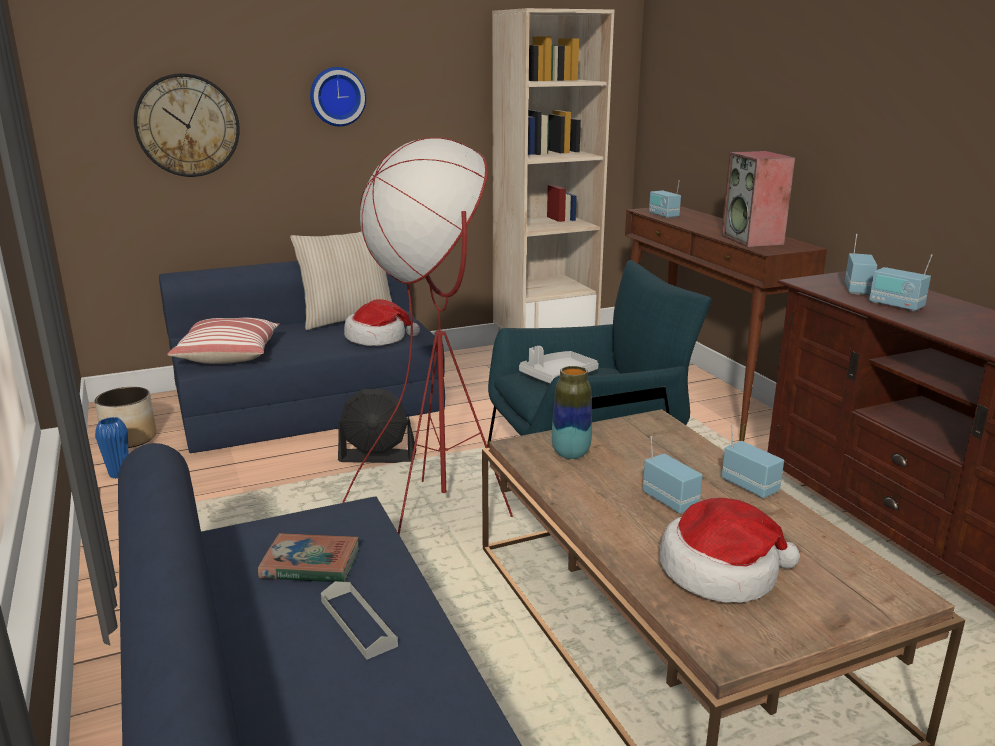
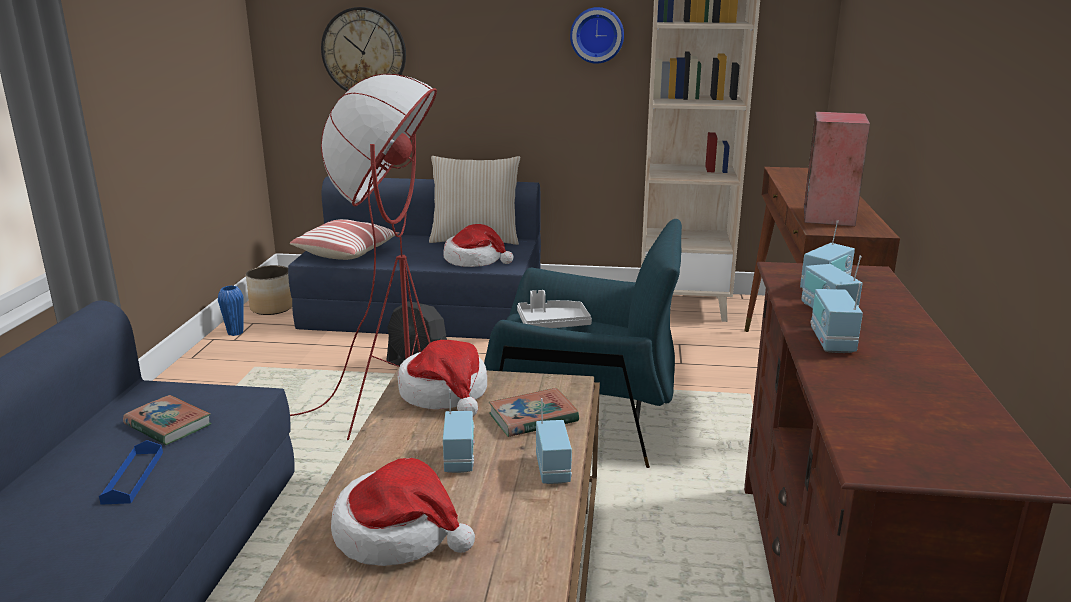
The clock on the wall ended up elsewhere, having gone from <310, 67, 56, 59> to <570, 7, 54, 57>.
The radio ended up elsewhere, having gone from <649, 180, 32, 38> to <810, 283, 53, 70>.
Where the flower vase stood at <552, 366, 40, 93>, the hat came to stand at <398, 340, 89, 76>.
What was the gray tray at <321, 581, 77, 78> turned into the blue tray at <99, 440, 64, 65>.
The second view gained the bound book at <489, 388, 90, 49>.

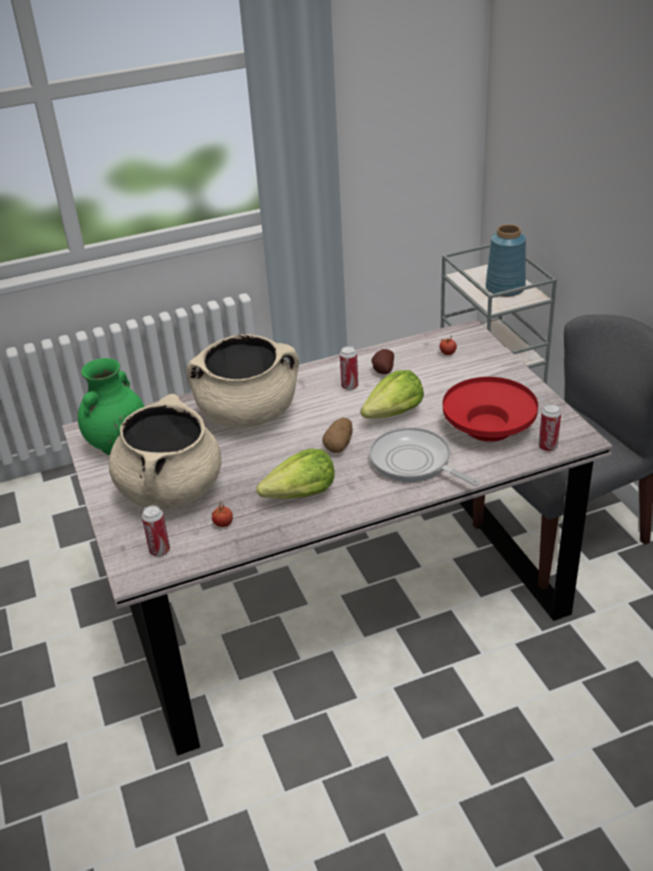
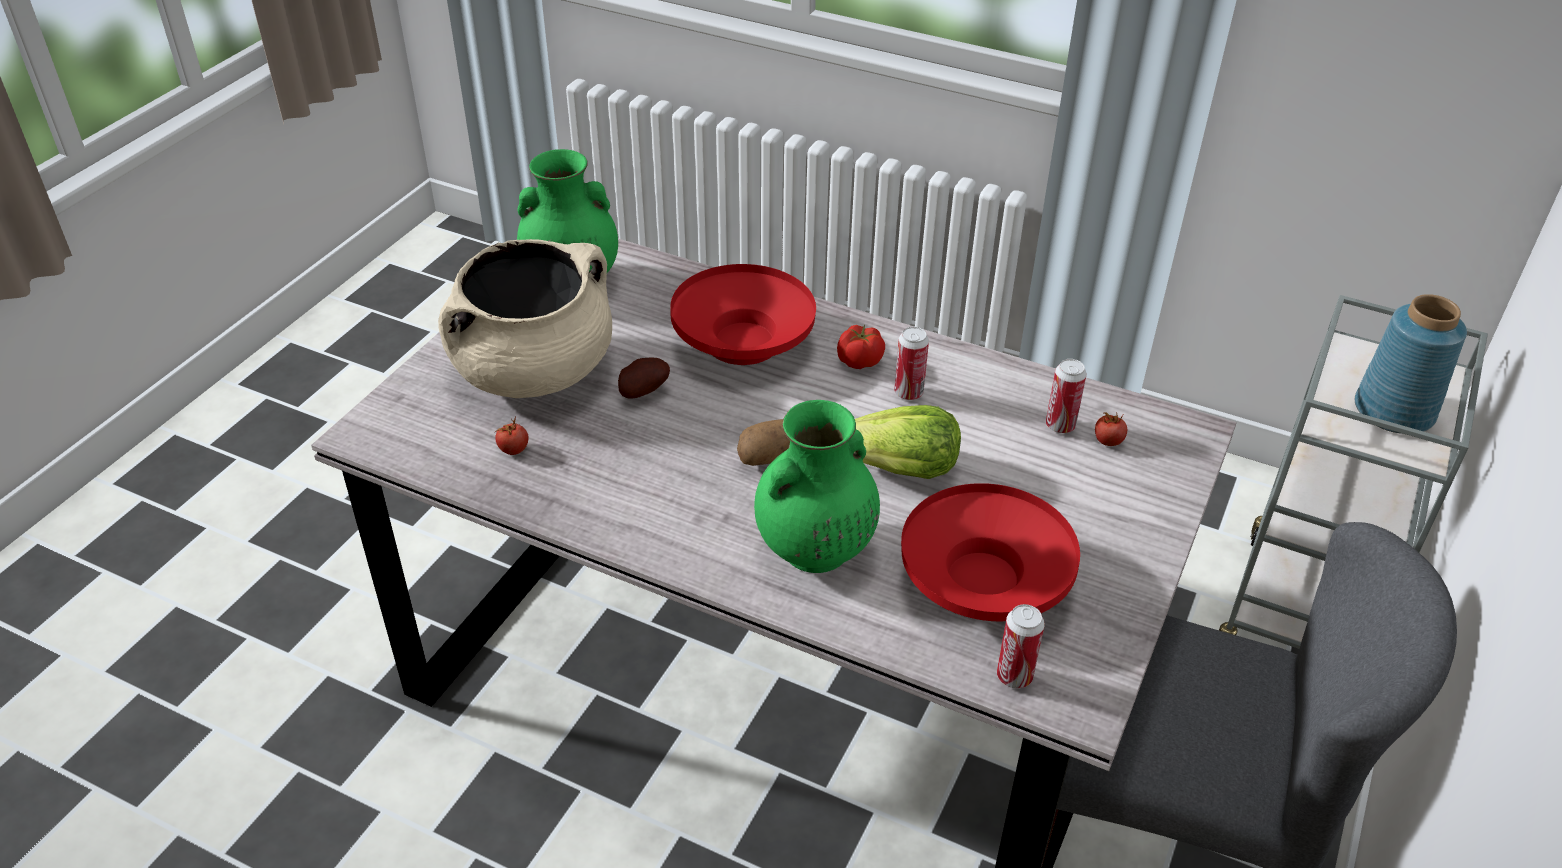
Where the beige stockpot stood at <187, 334, 112, 94>, the red-coloured deep dish came to stand at <670, 264, 146, 101>.
The spud ended up elsewhere, having gone from <372, 349, 22, 25> to <618, 358, 52, 41>.
Where the frying pan stood at <369, 427, 111, 59>, the greenish flower vase came to stand at <754, 400, 126, 173>.
The second view lost the lettuce at <256, 449, 79, 50>.
The can ended up elsewhere, having gone from <142, 505, 28, 51> to <1046, 359, 41, 74>.
The second view gained the whole tomato at <837, 325, 48, 44>.

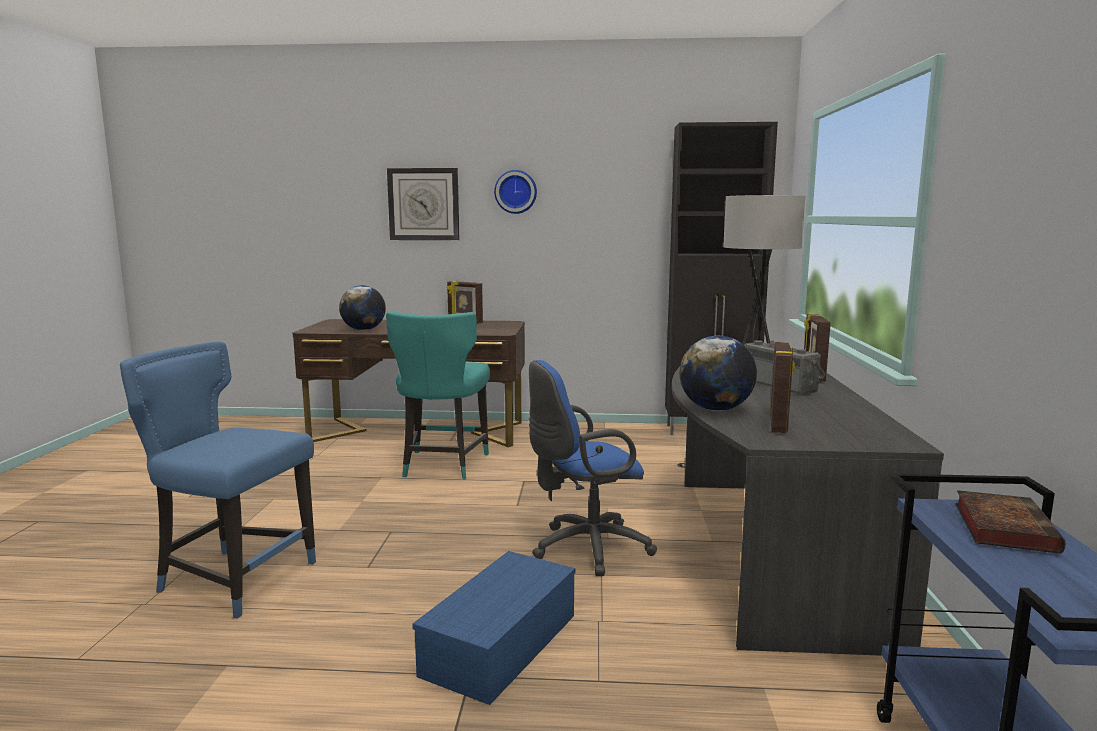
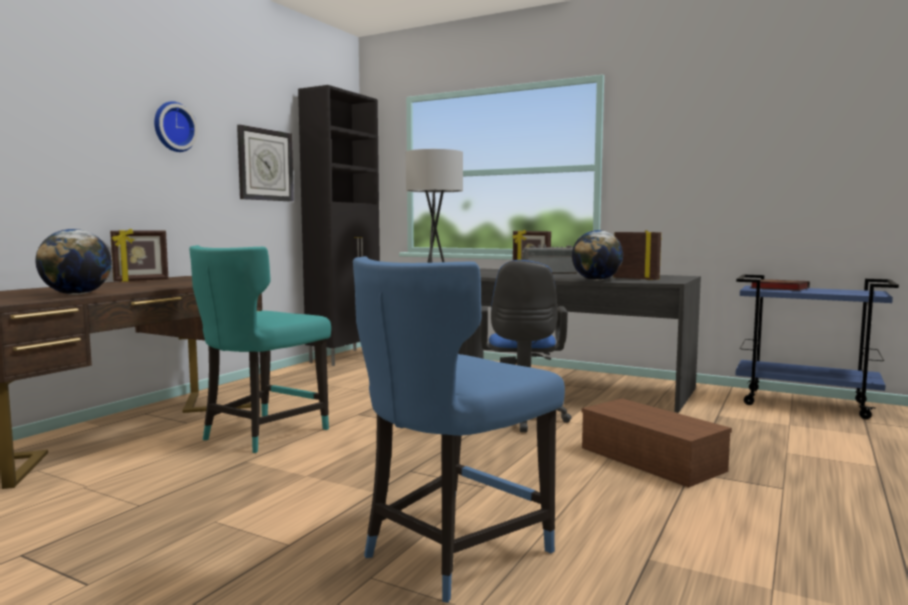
The clock on the wall ended up elsewhere, having gone from <387, 168, 72, 72> to <237, 125, 57, 76>.
The turquoise upright chair at <386, 311, 104, 169> ended up facing another way, 90 degrees clockwise from before.
What was the blue storage bin at <412, 551, 163, 154> turned into the brownish storage bin at <582, 399, 150, 88>.

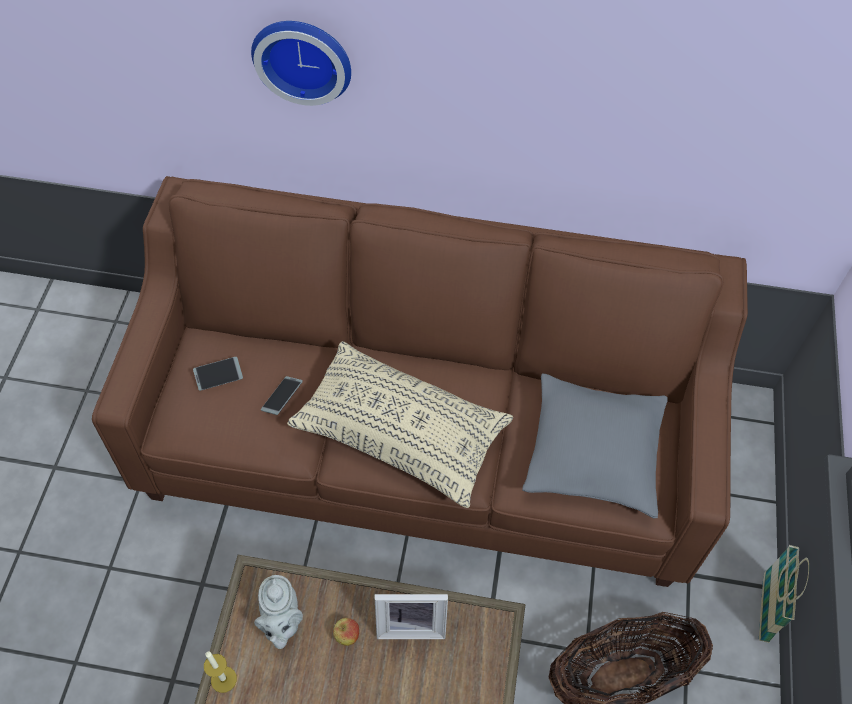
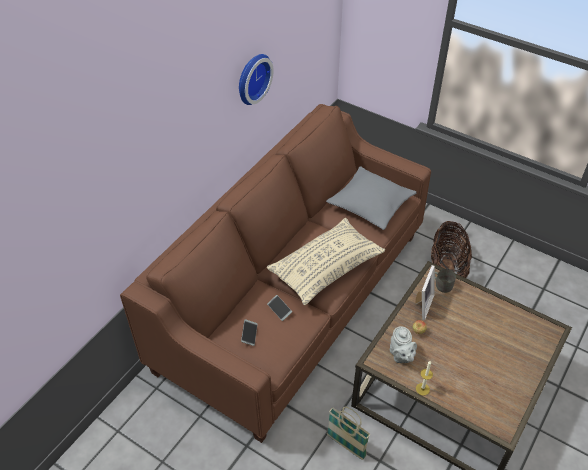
The clock on the wall ended up elsewhere, having gone from <251, 21, 100, 85> to <239, 54, 35, 51>.
The household basket ended up elsewhere, having gone from <759, 545, 50, 98> to <327, 406, 43, 54>.
The gray teapot at <254, 575, 49, 74> ended up facing another way, 60 degrees clockwise from before.
The second view gained the gray coffee mug at <435, 269, 21, 24>.

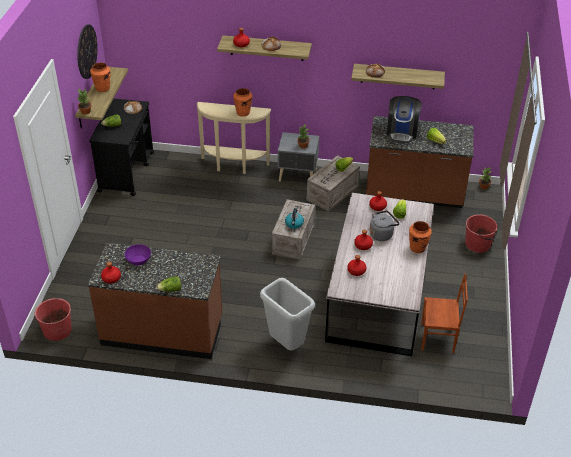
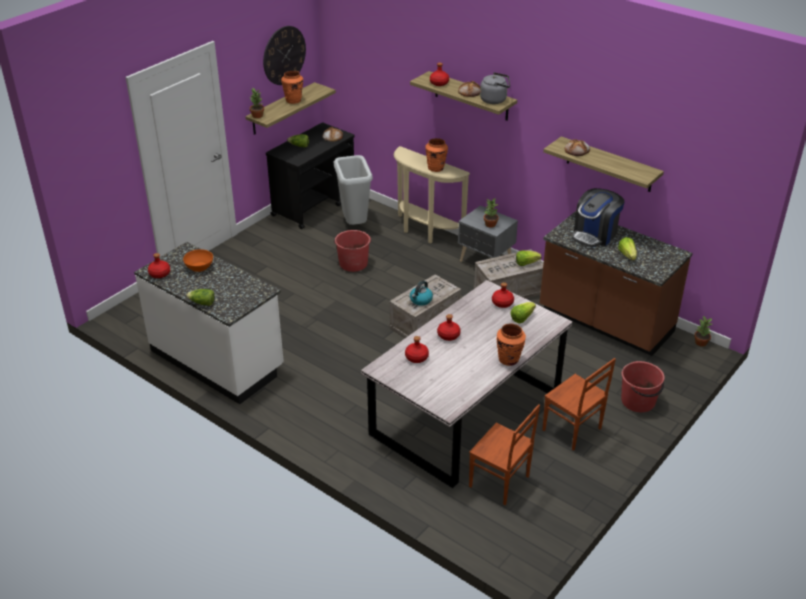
The gray tea kettle ended up elsewhere, having gone from <369, 211, 30, 30> to <480, 72, 30, 32>.
What was the brownish kitchen base unit at <88, 243, 134, 116> turned into the white-coloured kitchen base unit at <134, 242, 150, 162>.
What was the purple-coloured deep dish at <125, 244, 26, 22> turned into the orange-coloured deep dish at <183, 249, 30, 23>.
The gray rubbish bin ended up elsewhere, having gone from <260, 278, 55, 73> to <334, 155, 39, 70>.
The red-coloured pail ended up elsewhere, having gone from <34, 298, 38, 43> to <334, 230, 38, 42>.
The second view gained the brownish upright chair at <542, 358, 74, 93>.

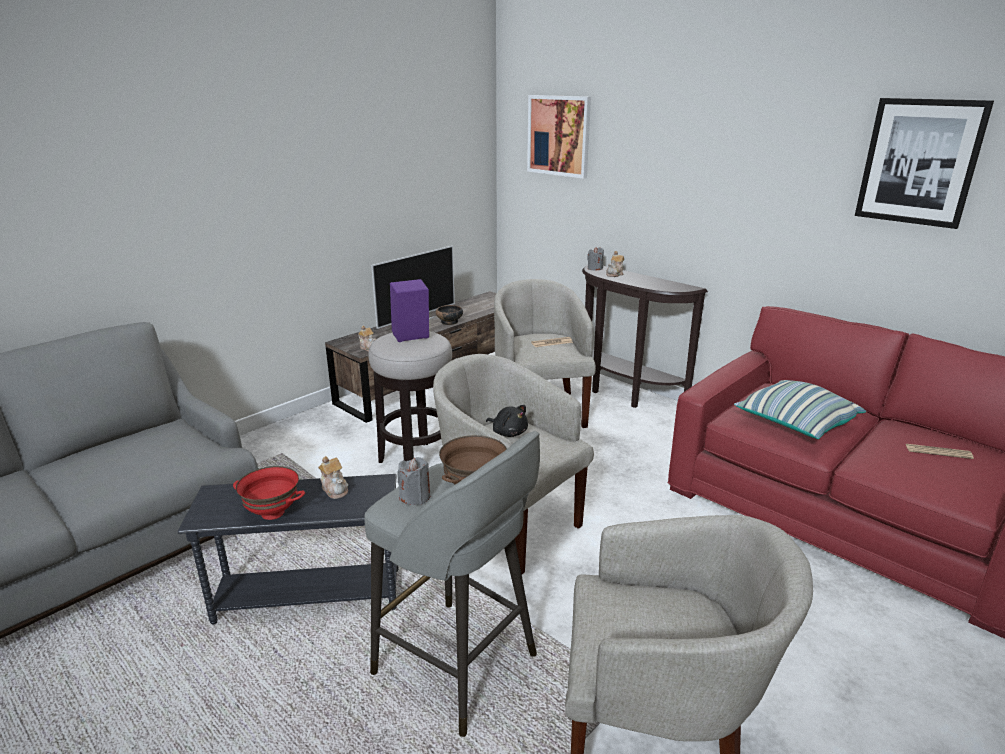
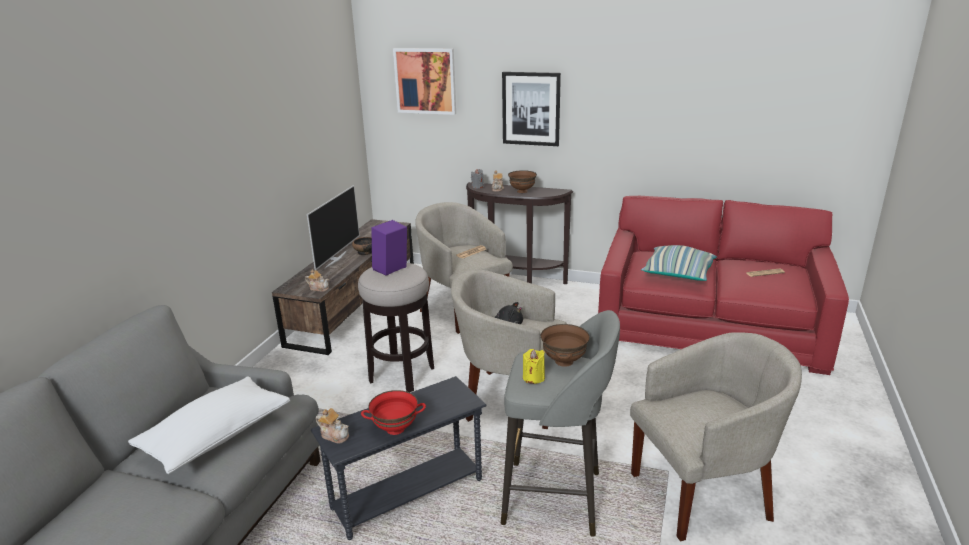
The wall picture ended up elsewhere, having gone from <855, 98, 139, 131> to <502, 72, 59, 74>.
The teapot ended up elsewhere, having gone from <318, 456, 30, 43> to <316, 408, 33, 35>.
What was the gray wax candle at <397, 457, 33, 48> turned into the yellow-coloured wax candle at <523, 349, 22, 35>.
The second view gained the brownish deep dish at <508, 170, 29, 23>.
The second view gained the white-coloured pillow at <128, 377, 162, 97>.

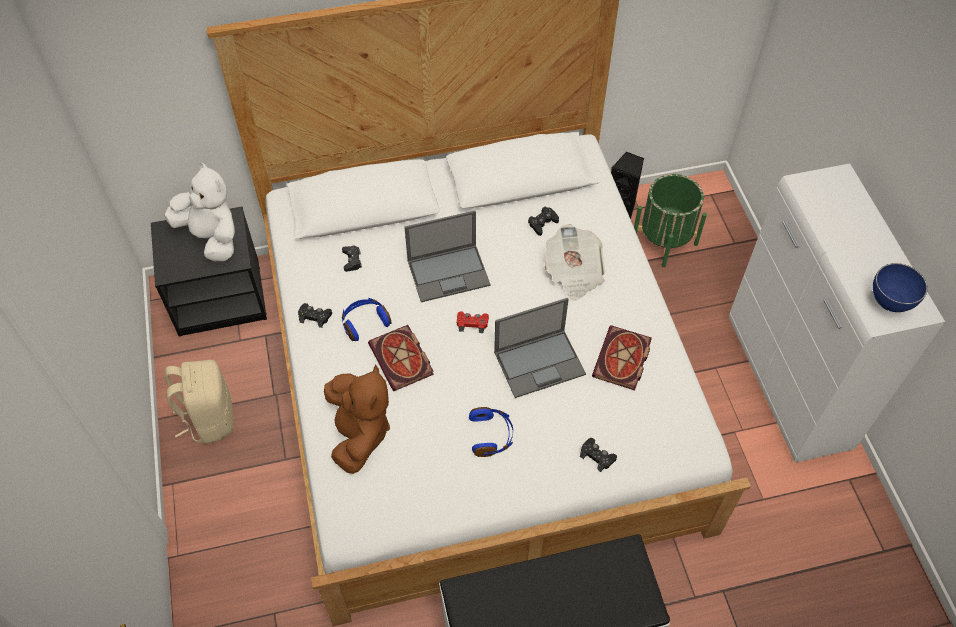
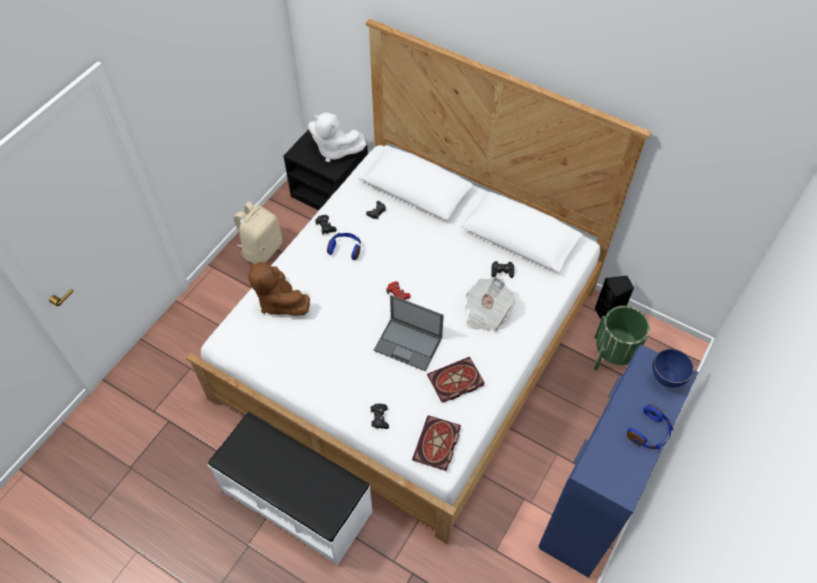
The white-coloured plush toy at <164, 162, 71, 99> ended up facing another way, 120 degrees clockwise from before.
What was the white-coloured cabinet at <729, 164, 216, 299> turned into the blue cabinet at <539, 345, 160, 233>.
The second view lost the portable computer at <404, 211, 87, 91>.
The blue deep dish ended up elsewhere, having gone from <873, 263, 55, 49> to <652, 349, 42, 39>.
The bound book ended up elsewhere, having gone from <368, 325, 66, 66> to <412, 415, 49, 56>.
The brownish plush toy at <324, 364, 66, 110> ended up facing another way, 105 degrees clockwise from before.
The blue pair of headphones ended up elsewhere, having gone from <469, 407, 44, 50> to <627, 405, 46, 44>.

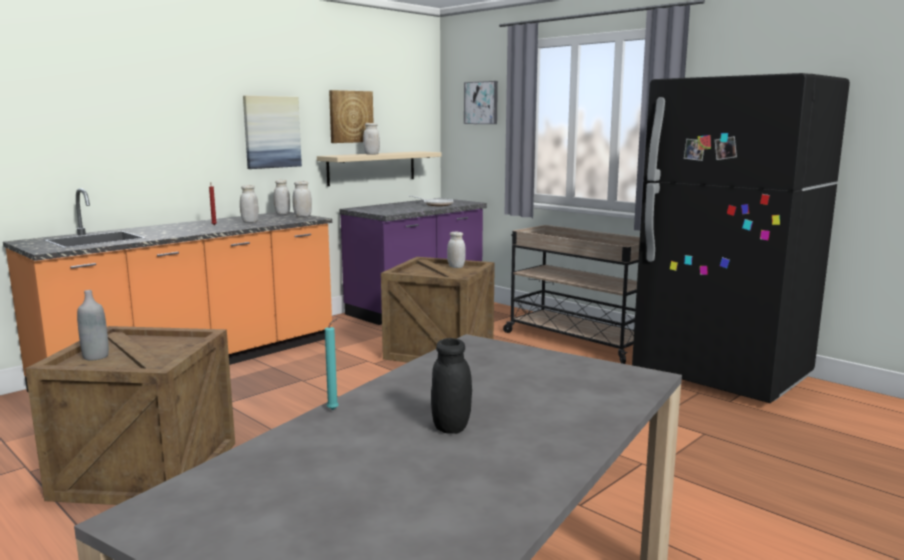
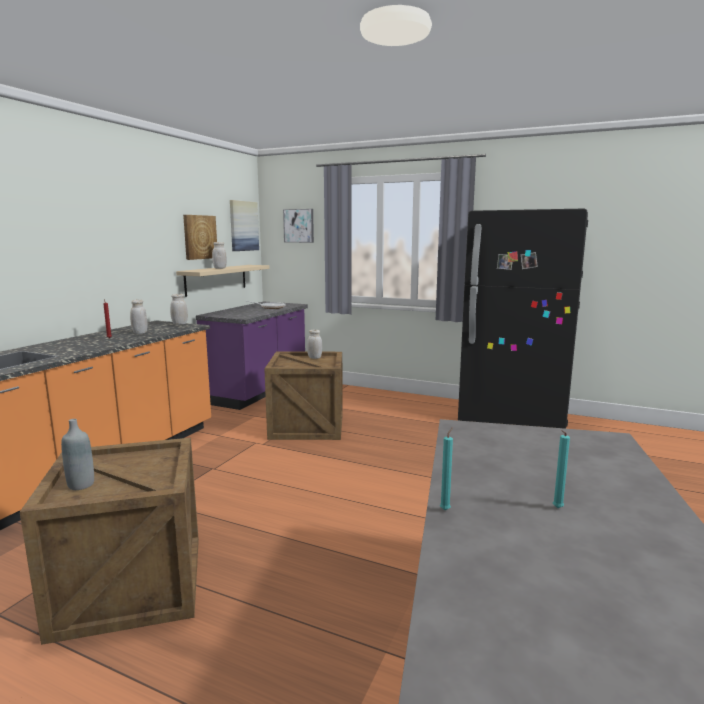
The wall picture ended up elsewhere, having gone from <243, 96, 59, 73> to <230, 200, 29, 51>.
The second view lost the white-coloured storage jar at <274, 180, 16, 35>.
The second view lost the beige cart at <503, 225, 137, 139>.
Where the blackish storage jar stood at <431, 338, 41, 96>, the turquoise wax candle came to stand at <553, 430, 17, 78>.

